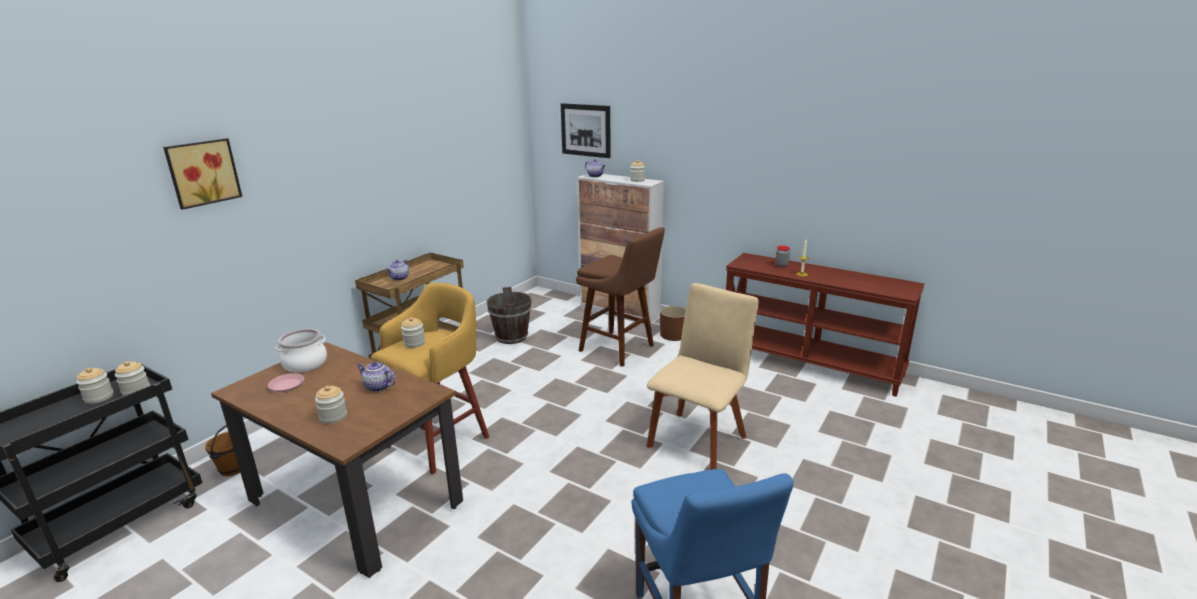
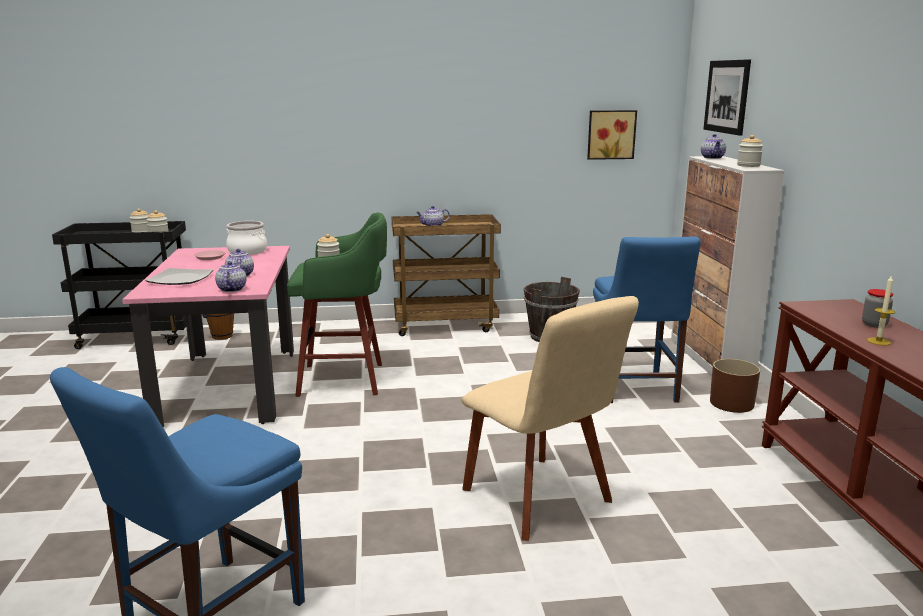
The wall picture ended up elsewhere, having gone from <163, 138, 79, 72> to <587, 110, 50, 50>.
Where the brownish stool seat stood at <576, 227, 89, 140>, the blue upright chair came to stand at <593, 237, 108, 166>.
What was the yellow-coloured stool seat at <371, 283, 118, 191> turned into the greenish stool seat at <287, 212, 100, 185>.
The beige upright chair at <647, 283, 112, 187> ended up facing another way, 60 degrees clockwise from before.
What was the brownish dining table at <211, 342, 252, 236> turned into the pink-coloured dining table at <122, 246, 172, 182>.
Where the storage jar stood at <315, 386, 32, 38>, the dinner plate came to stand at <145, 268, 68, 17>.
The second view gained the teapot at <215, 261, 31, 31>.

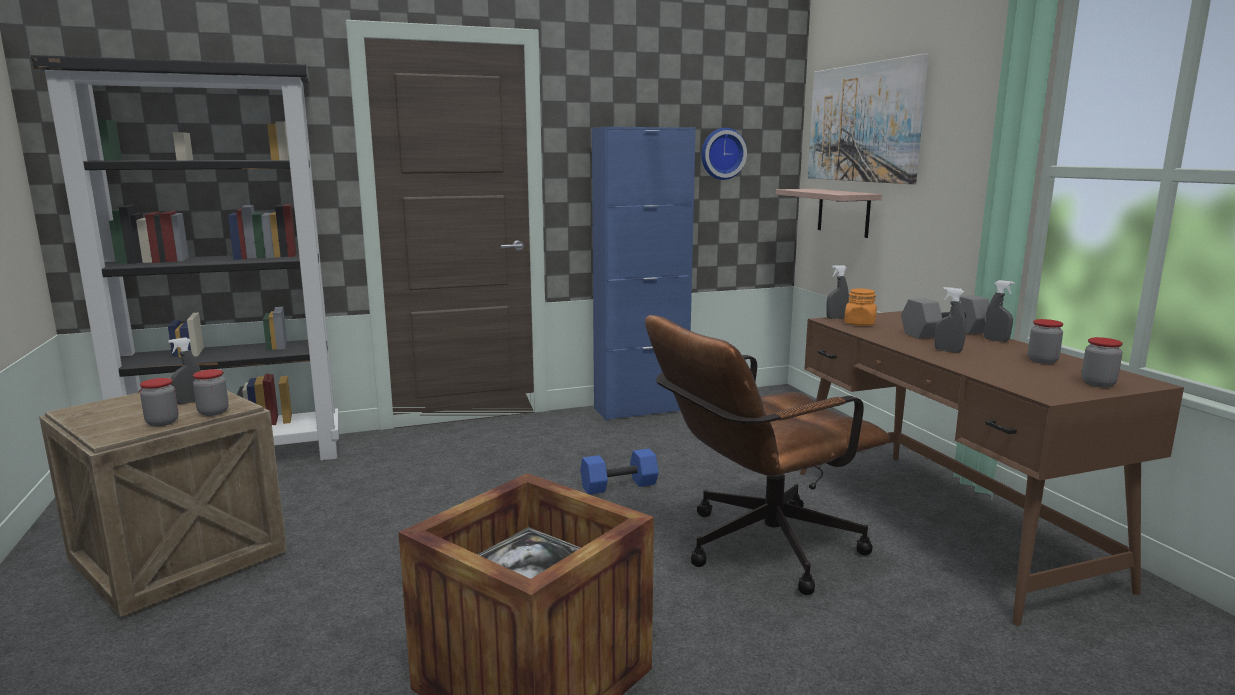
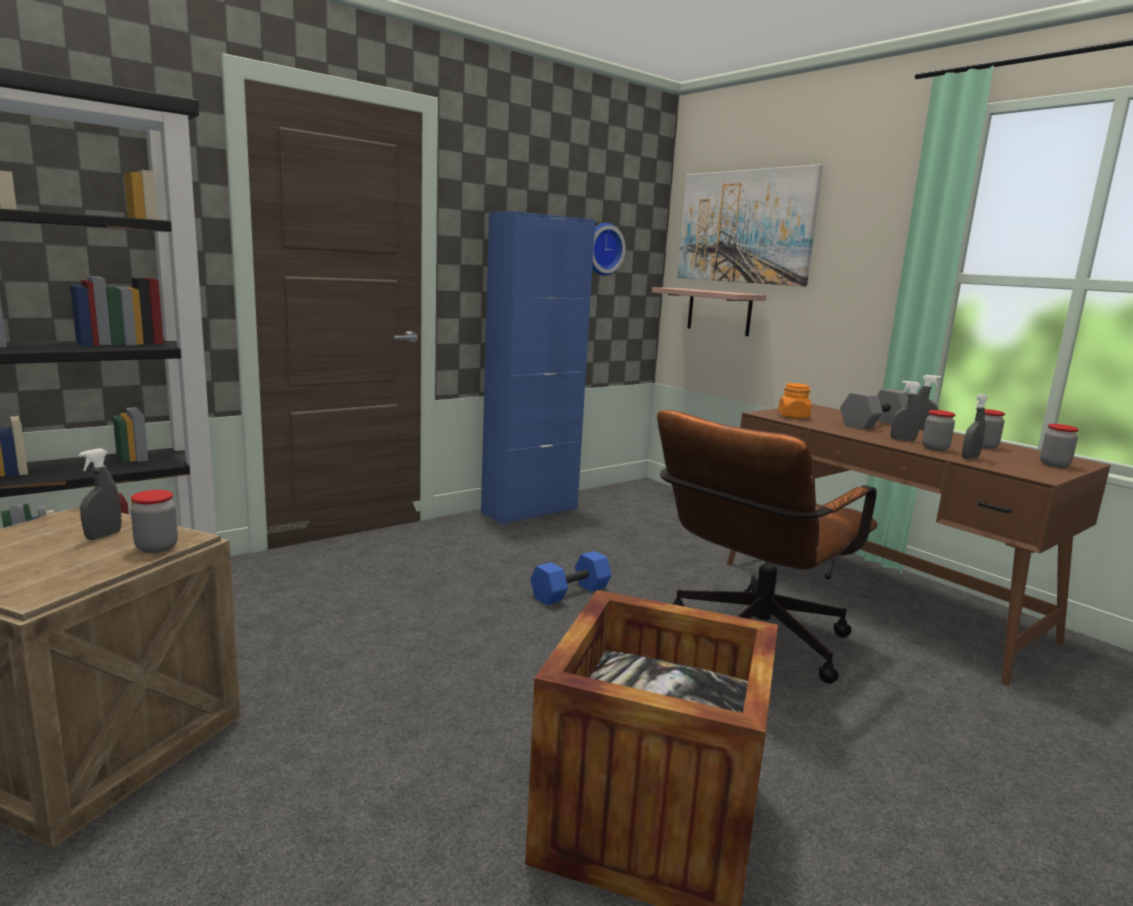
The gray sprayer ended up elsewhere, having gone from <826, 265, 23, 54> to <962, 394, 26, 65>.
The storage jar ended up elsewhere, having gone from <140, 378, 39, 49> to <922, 410, 34, 41>.

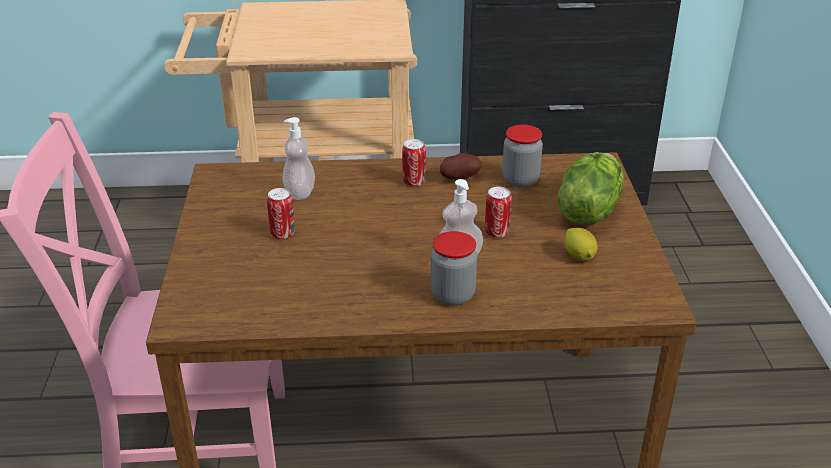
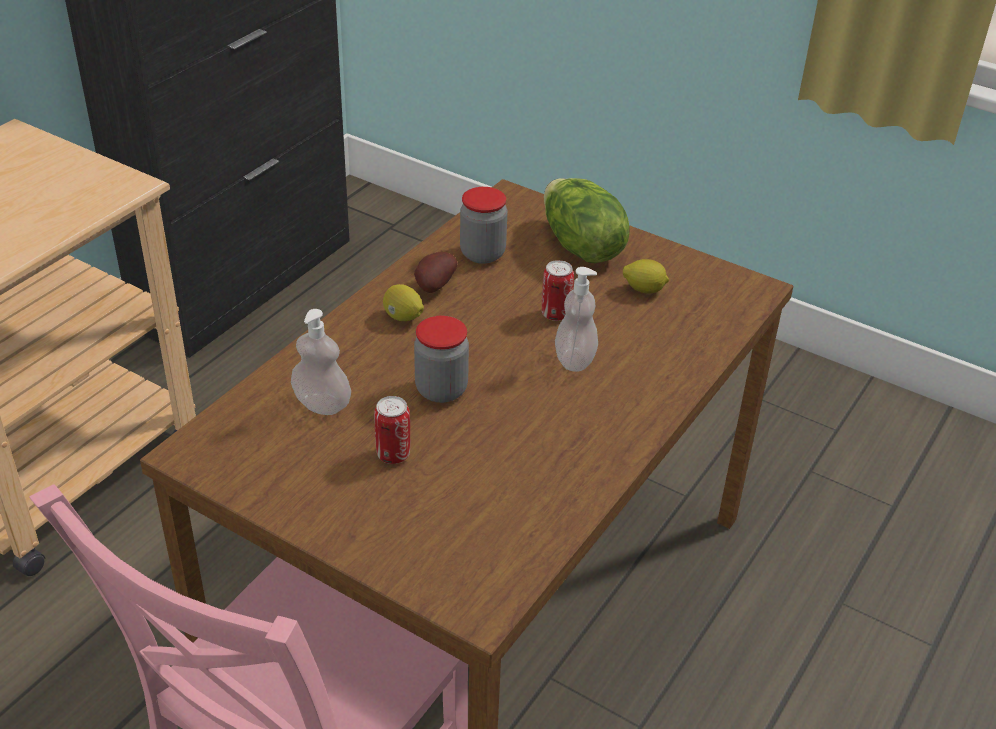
Where the can stood at <402, 139, 24, 48>, the citrus fruit came to stand at <383, 284, 41, 37>.
The storage jar ended up elsewhere, having gone from <431, 231, 46, 75> to <414, 316, 55, 87>.

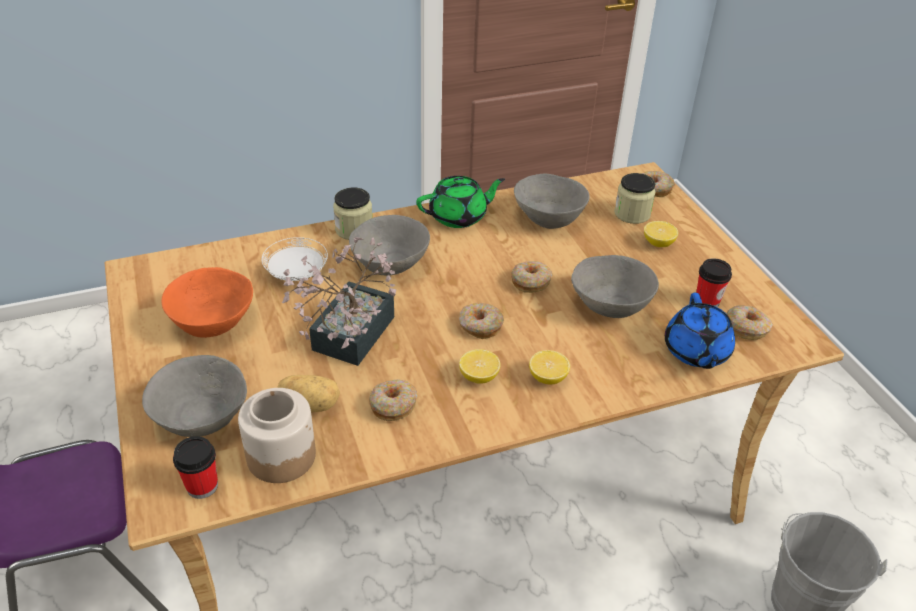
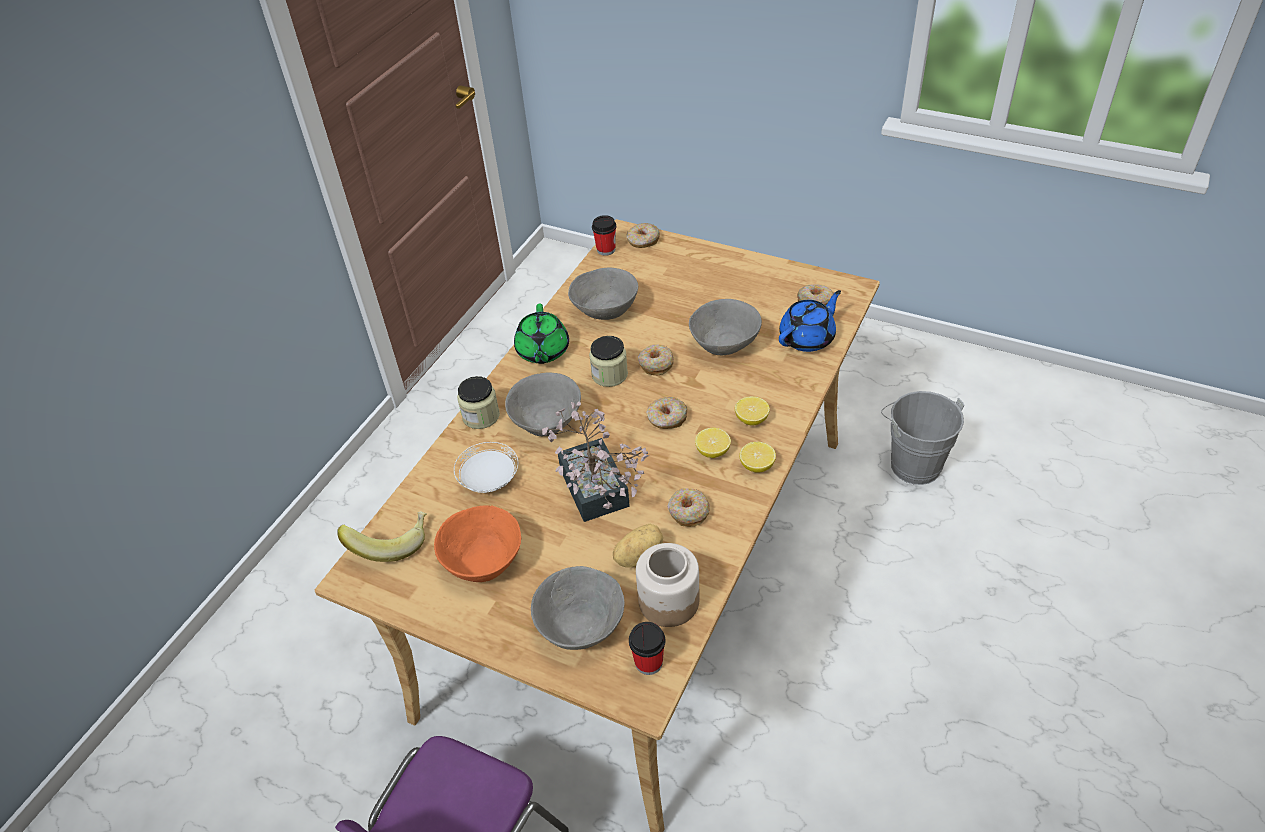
The storage jar ended up elsewhere, having gone from <614, 173, 42, 51> to <589, 336, 39, 51>.
The greenish teapot at <416, 176, 89, 52> ended up facing another way, 150 degrees clockwise from before.
The citrus fruit ended up elsewhere, having gone from <644, 221, 34, 26> to <739, 442, 37, 31>.
The cup ended up elsewhere, having gone from <696, 258, 36, 49> to <592, 215, 24, 41>.
The blue teapot at <665, 293, 70, 76> ended up facing another way, 90 degrees counterclockwise from before.
The second view gained the banana fruit at <337, 511, 89, 51>.

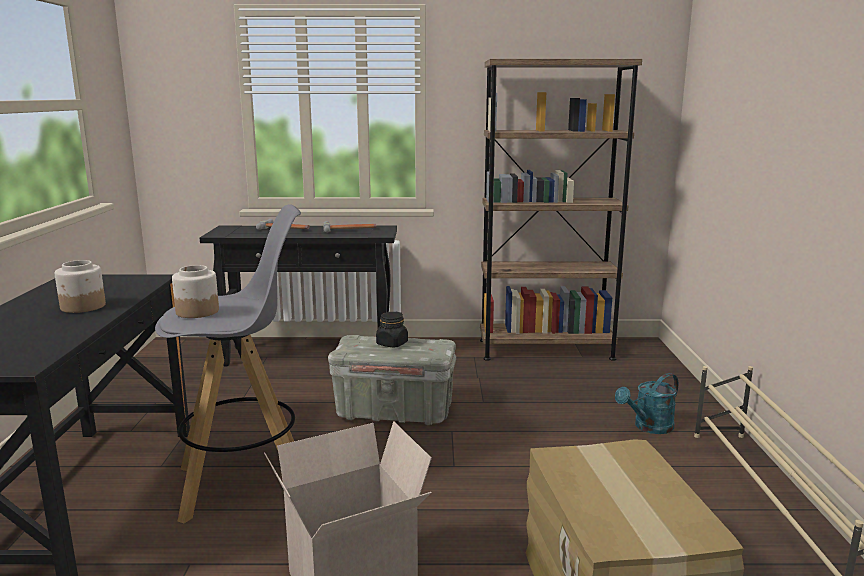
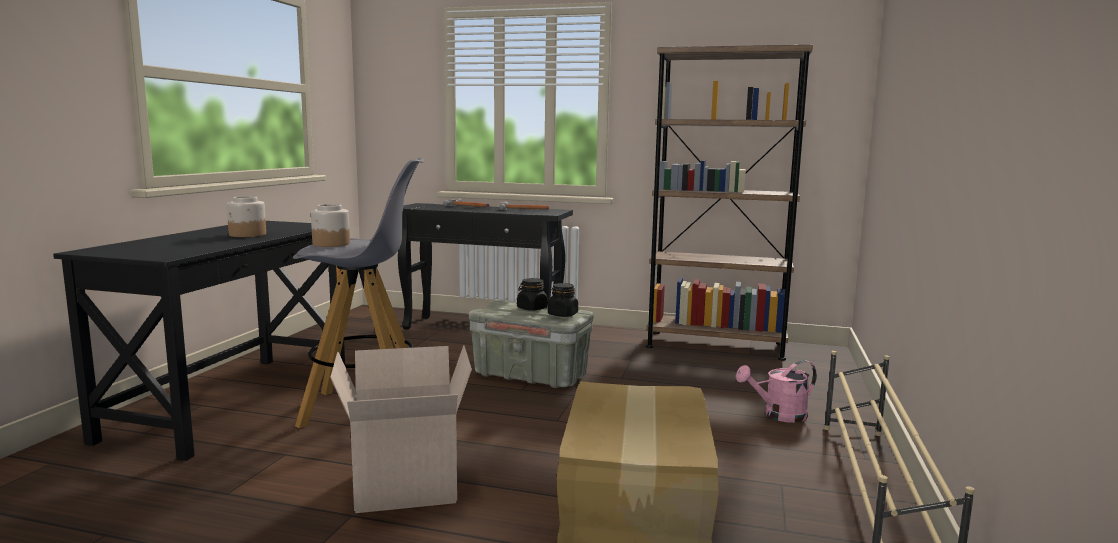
What was the turquoise sprinkling can at <615, 373, 63, 61> turned into the pink-coloured sprinkling can at <736, 360, 81, 63>.
The second view gained the blackish storage jar at <548, 283, 30, 34>.

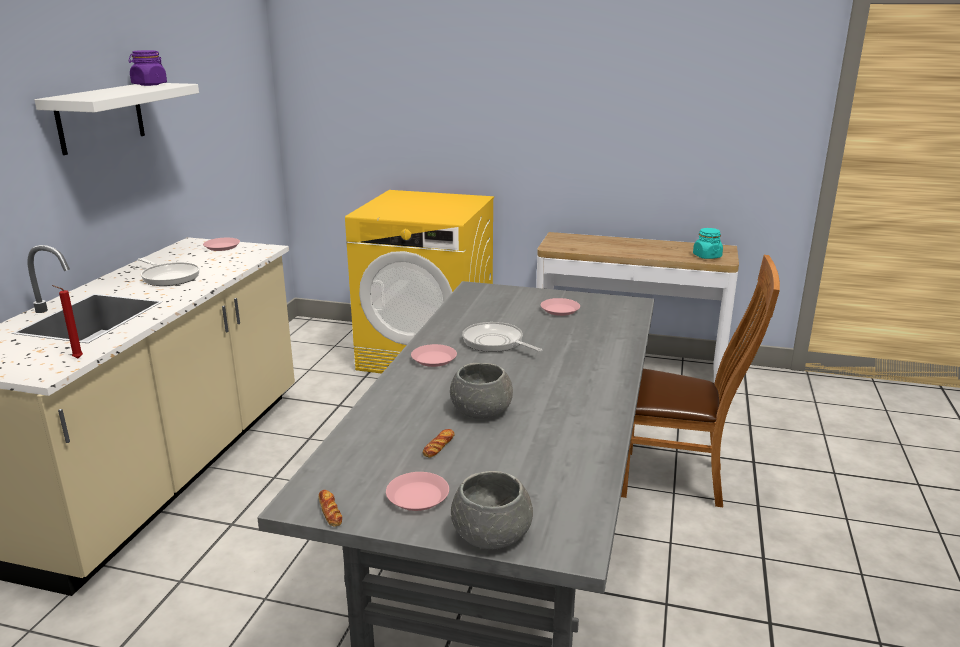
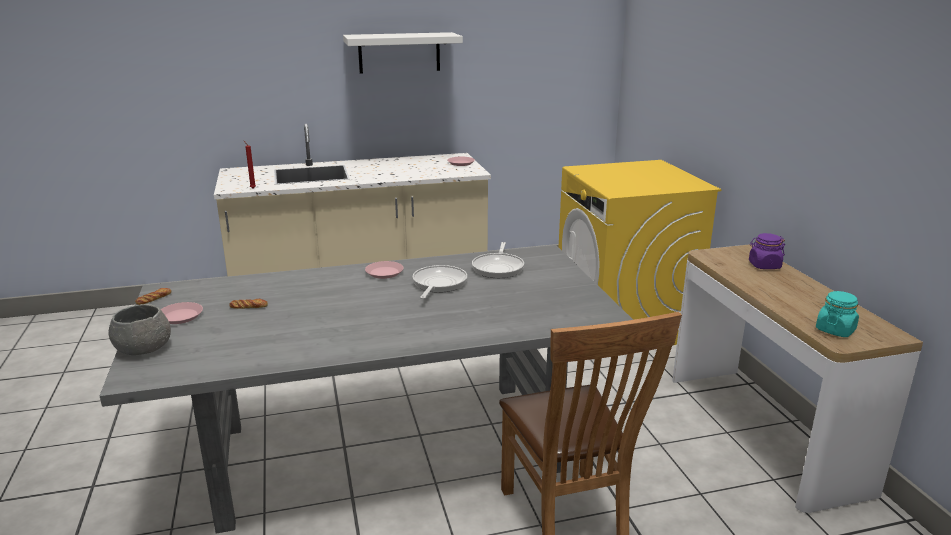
The purple-coloured storage jar ended up elsewhere, having gone from <129, 50, 38, 36> to <749, 233, 36, 36>.
The frying pan ended up elsewhere, having gone from <138, 258, 62, 28> to <472, 242, 52, 36>.
The second view lost the pink-coloured dinner plate at <541, 298, 39, 18>.
The second view lost the gray deep dish at <450, 363, 63, 56>.

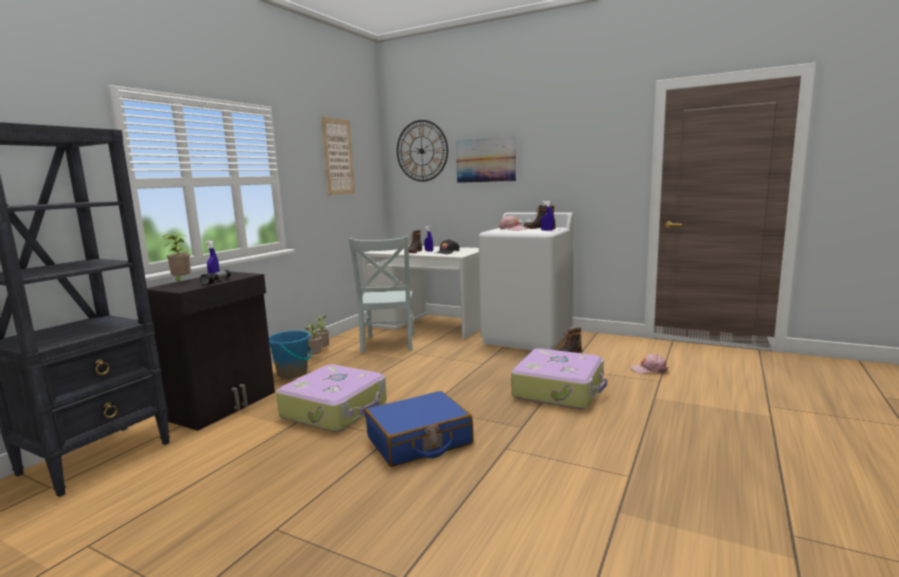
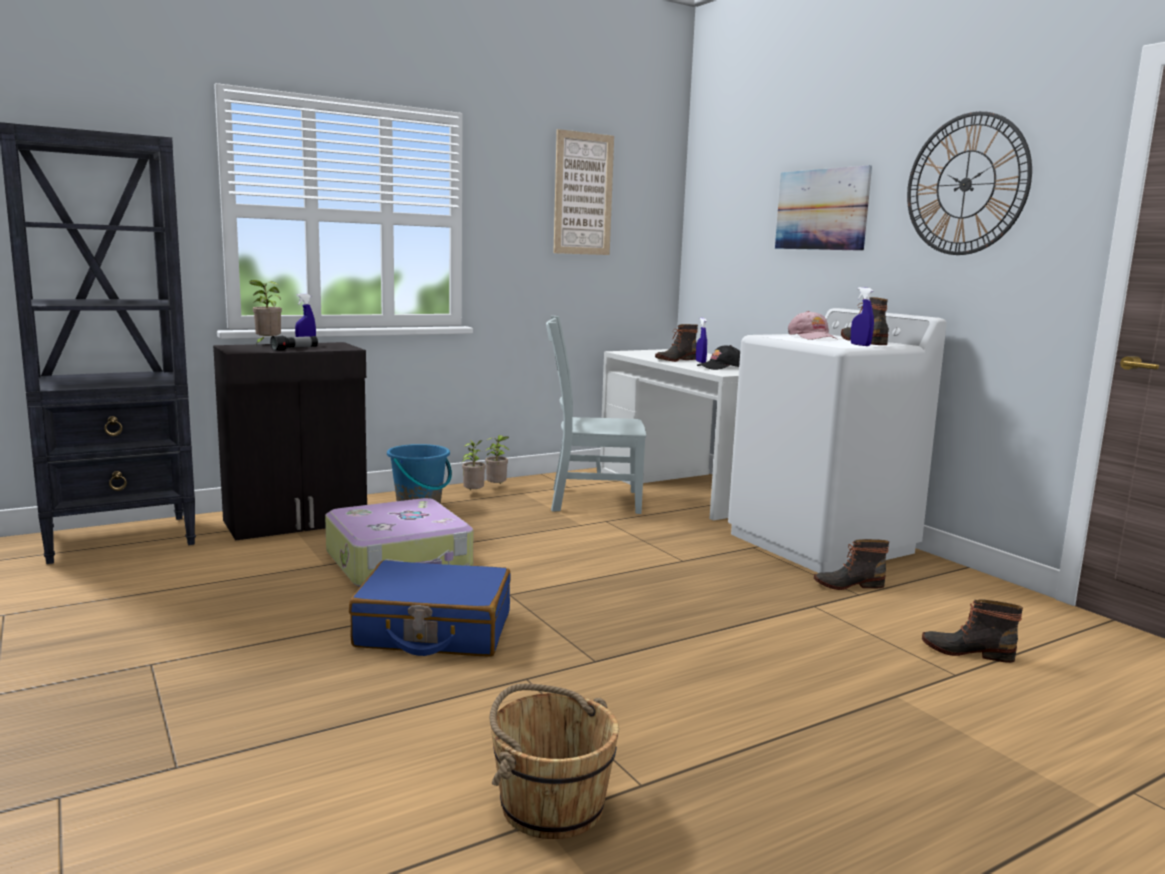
The clock on the wall ended up elsewhere, having gone from <397, 120, 51, 62> to <907, 111, 125, 144>.
The gray upright chair at <348, 236, 66, 117> ended up facing another way, 60 degrees clockwise from before.
The second view lost the travel case at <511, 348, 96, 61>.
Where the pink-coloured baseball cap stood at <630, 354, 39, 20>, the boot came to stand at <922, 599, 101, 64>.
The second view gained the brownish pail at <490, 683, 129, 156>.

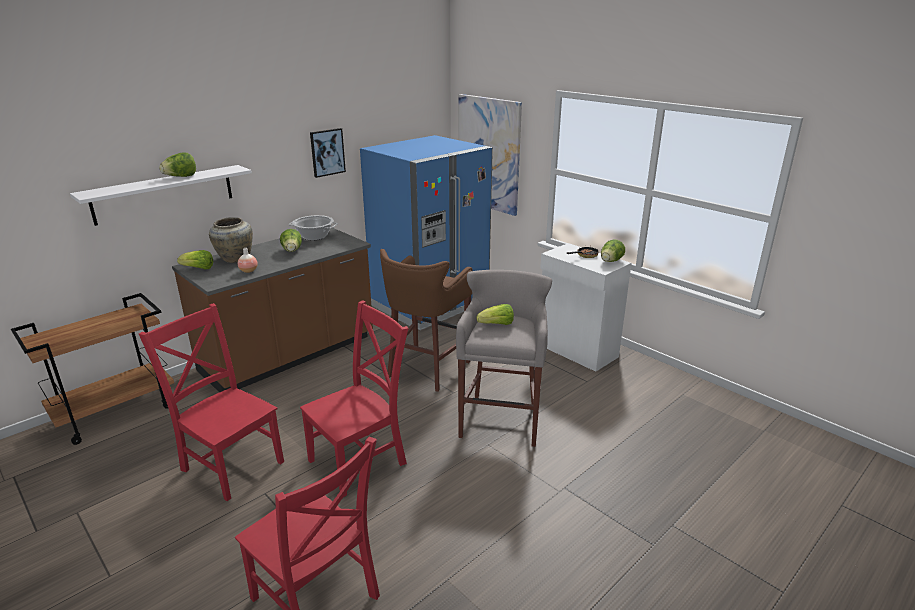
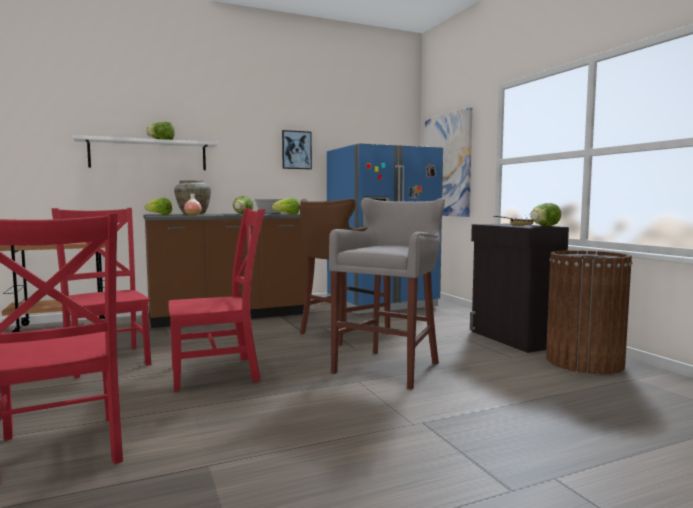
What was the white-coloured cabinet at <540, 243, 91, 129> turned into the blackish cabinet at <470, 224, 99, 129>.
The lettuce ended up elsewhere, having gone from <477, 304, 37, 21> to <272, 198, 28, 16>.
The second view gained the brownish rubbish bin at <546, 250, 86, 124>.

